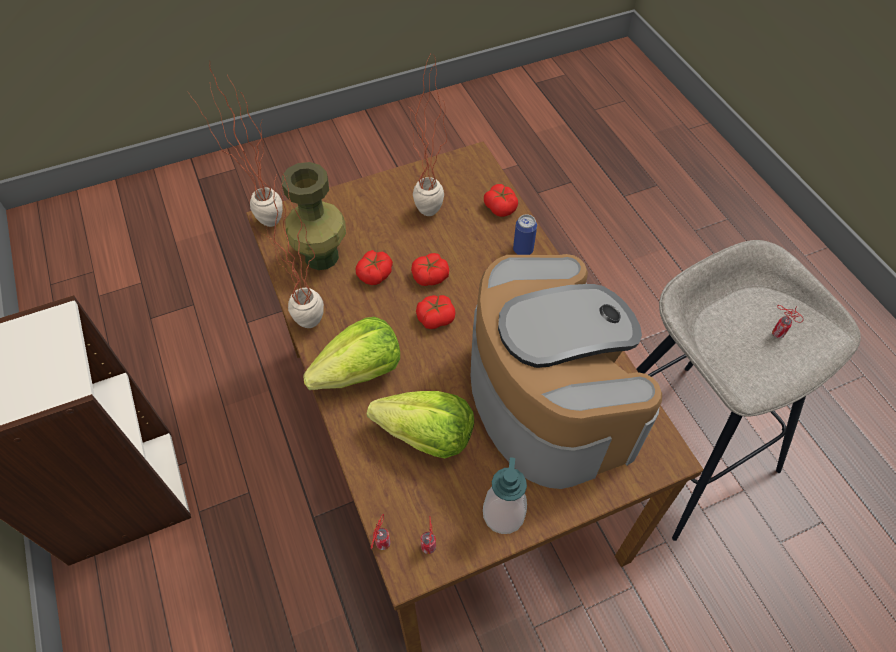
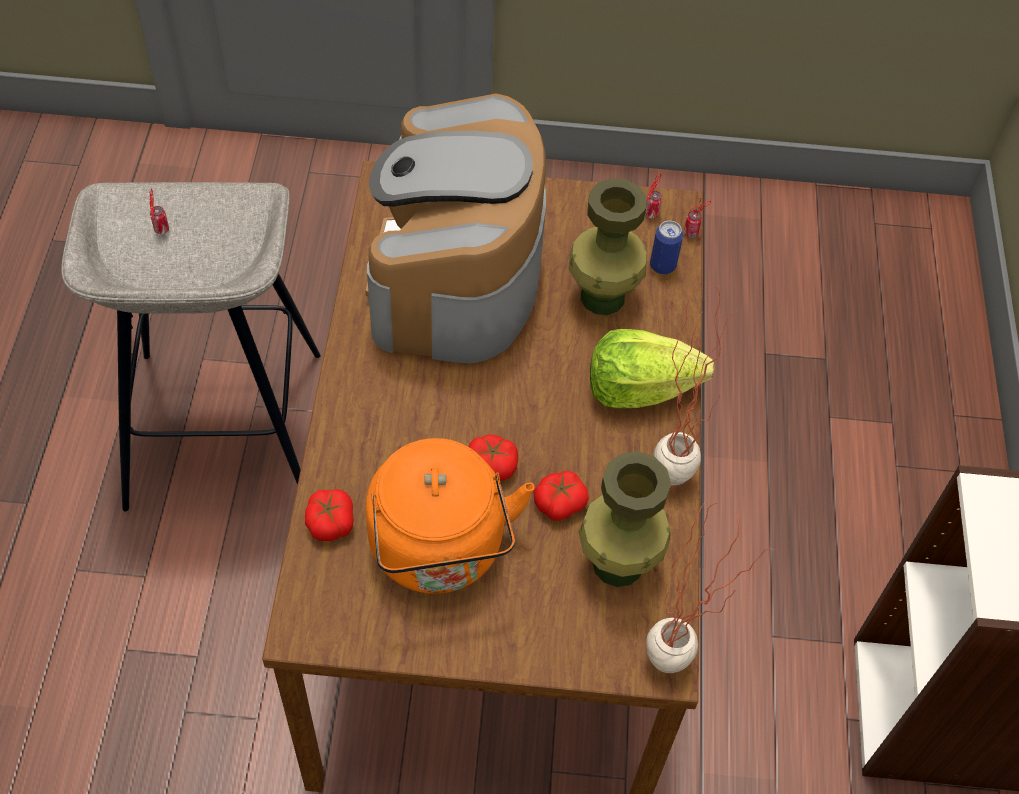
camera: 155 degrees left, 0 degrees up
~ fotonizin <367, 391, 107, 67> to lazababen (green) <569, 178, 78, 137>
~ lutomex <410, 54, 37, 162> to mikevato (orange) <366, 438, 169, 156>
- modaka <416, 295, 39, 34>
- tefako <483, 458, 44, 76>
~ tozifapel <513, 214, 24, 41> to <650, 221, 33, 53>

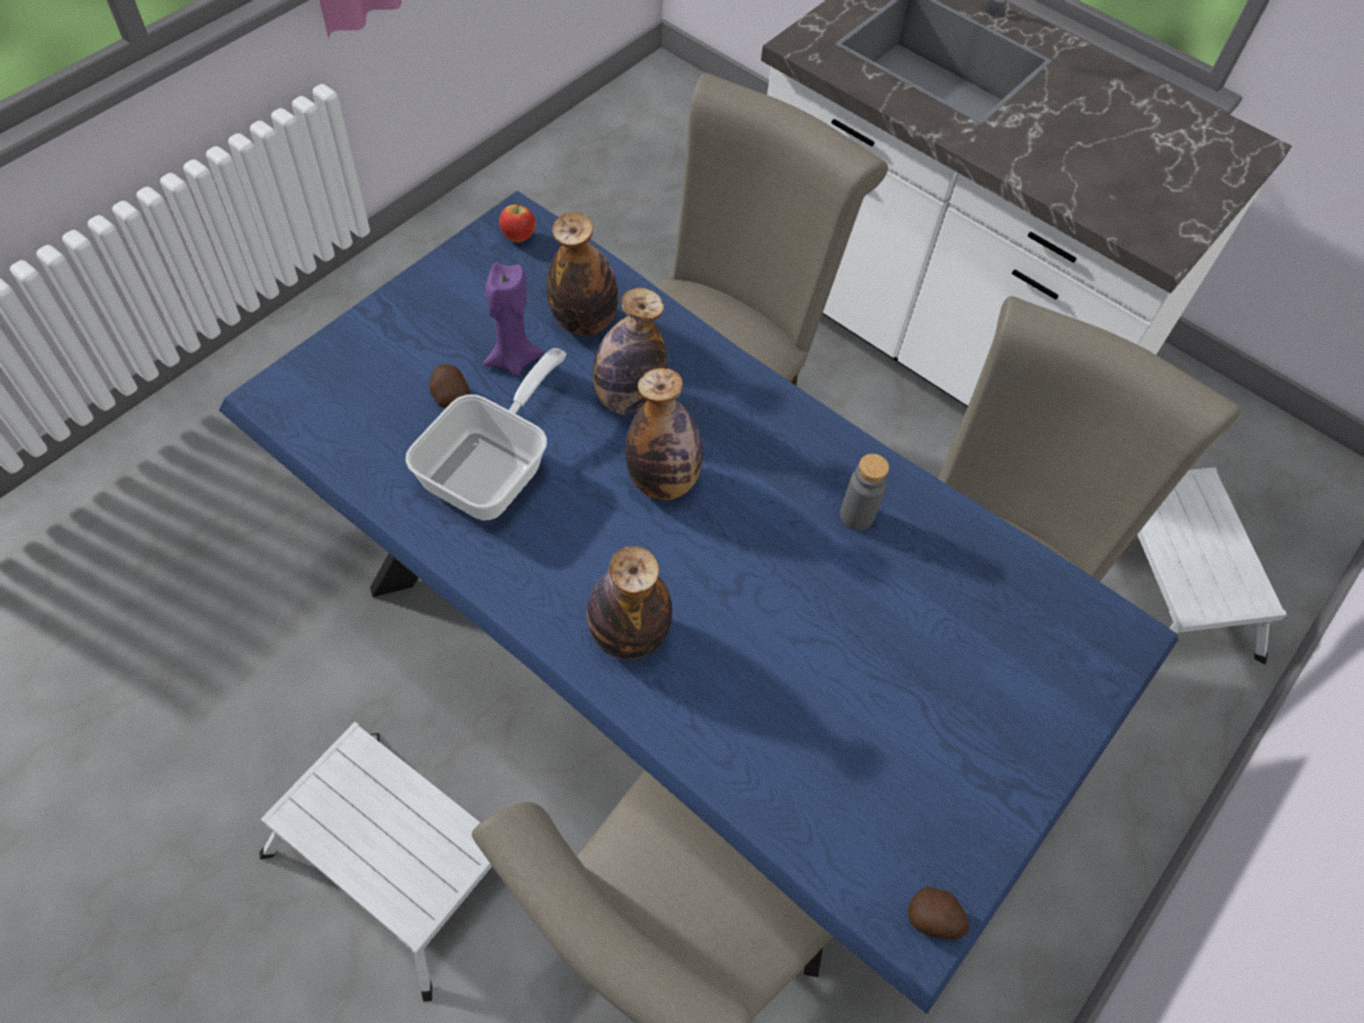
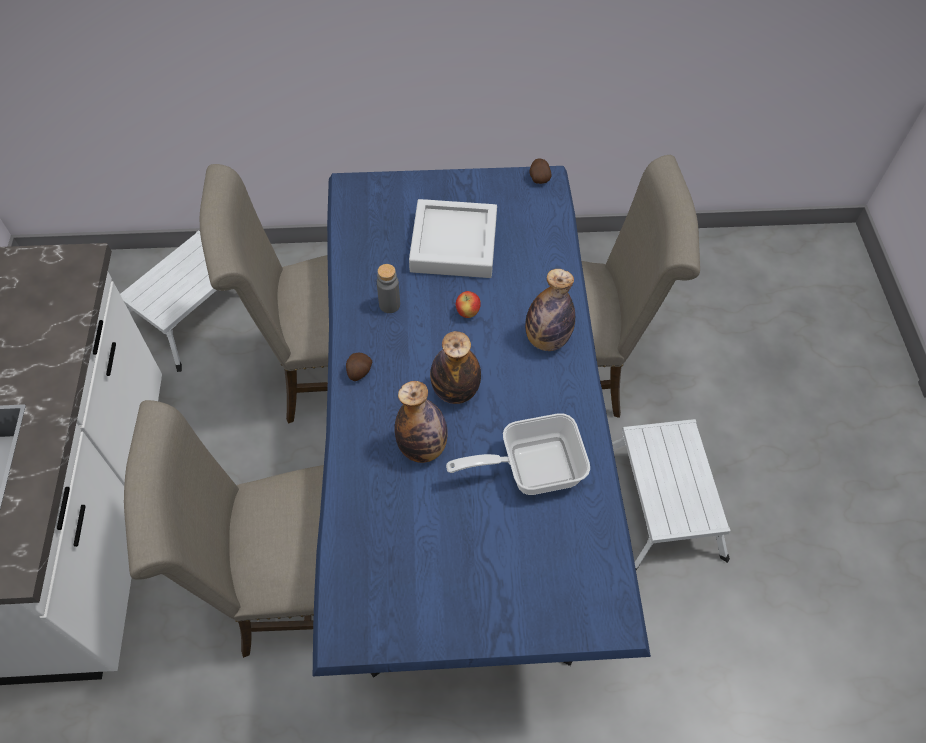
camera: 130 degrees left, 0 degrees up
~ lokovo <430, 364, 40, 44> to <346, 352, 26, 29>
- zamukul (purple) <483, 263, 61, 113>
~ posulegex <499, 203, 37, 39> to <456, 291, 25, 27>
- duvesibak <547, 212, 71, 124>
+ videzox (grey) <409, 199, 88, 79>

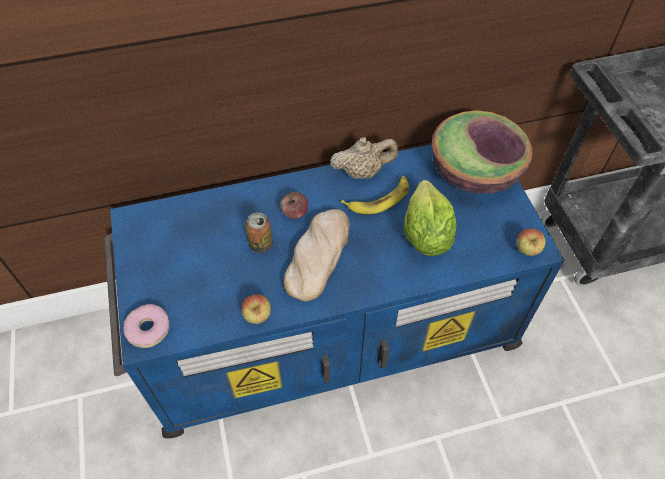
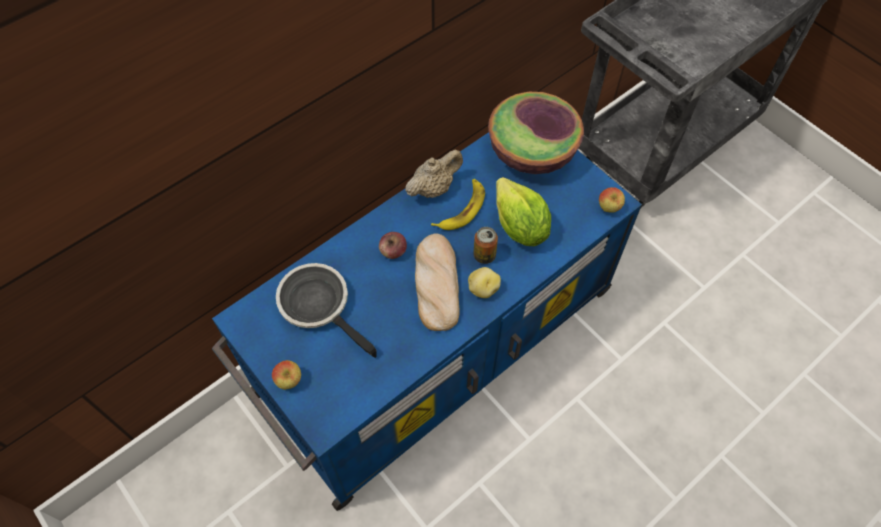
camera: 25 degrees left, 5 degrees up
- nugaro <123, 304, 47, 44>
~ posulegex <241, 294, 30, 30> to <272, 360, 29, 30>
~ tozifapel <245, 212, 28, 41> to <473, 227, 25, 37>
+ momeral <276, 263, 100, 95>
+ lokovo <468, 267, 33, 31>

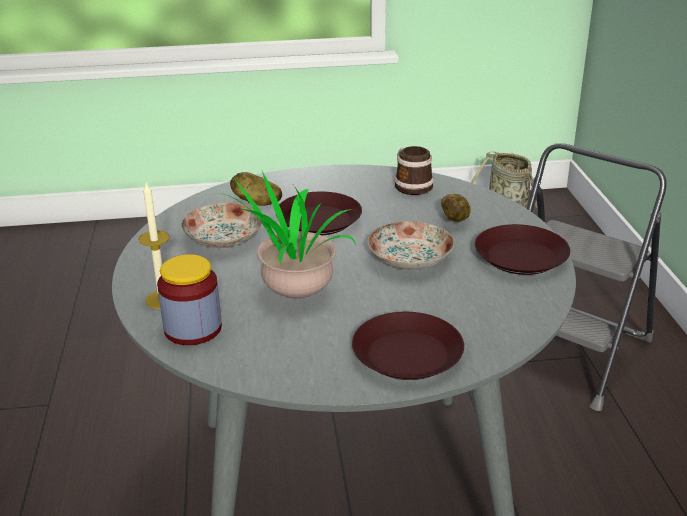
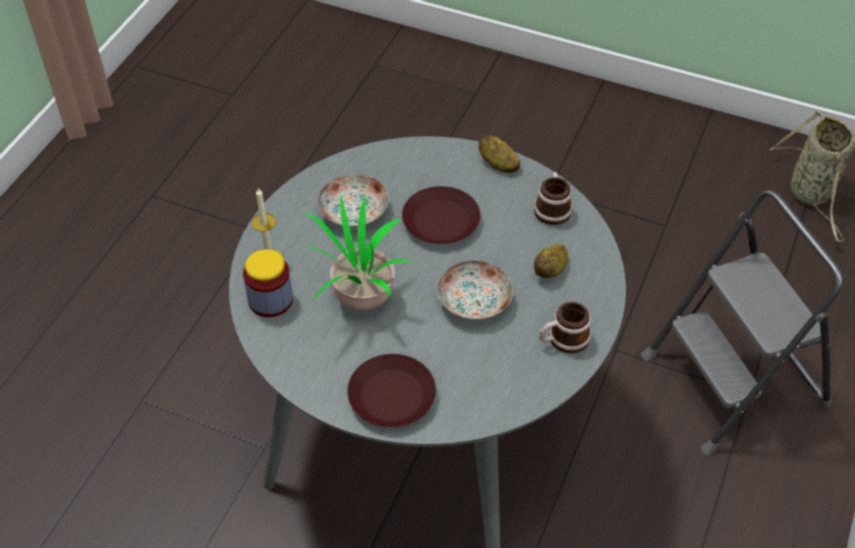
camera: 30 degrees right, 20 degrees up
~ lokovo <230, 172, 52, 34> to <479, 135, 41, 37>
~ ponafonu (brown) <475, 224, 95, 51> to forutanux <539, 302, 52, 52>

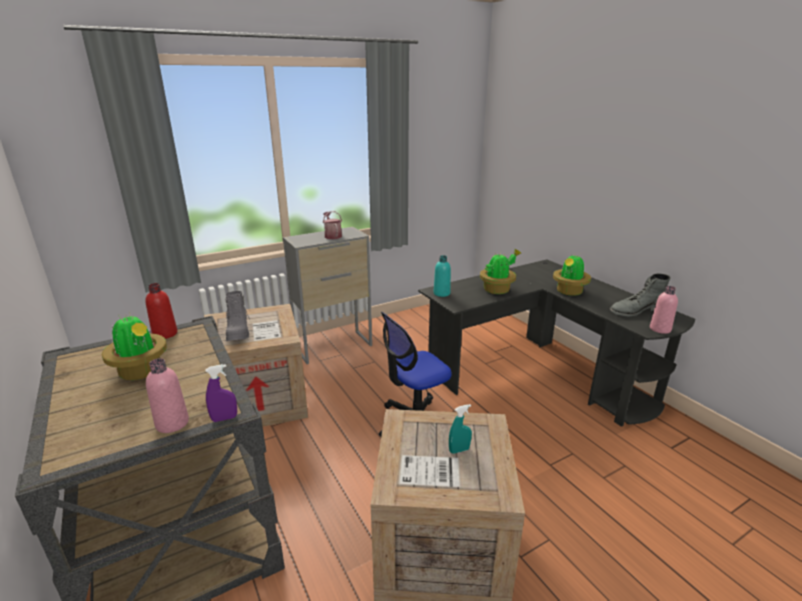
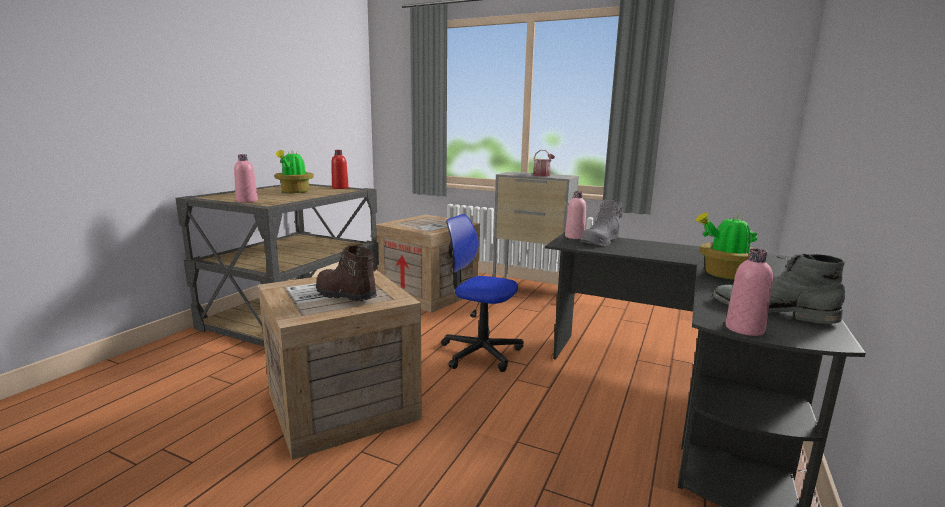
camera: 55 degrees right, 10 degrees down
- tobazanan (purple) <206, 364, 31, 58>
~ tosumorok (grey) <226, 291, 24, 50> to <581, 200, 43, 46>
~ duvesibak (turquoise) <433, 255, 18, 42> to duvesibak (pink) <565, 191, 21, 48>
~ tobazanan (turquoise) <449, 404, 23, 50> to tosumorok (brown) <316, 246, 61, 55>
- lutomex <480, 249, 42, 45>

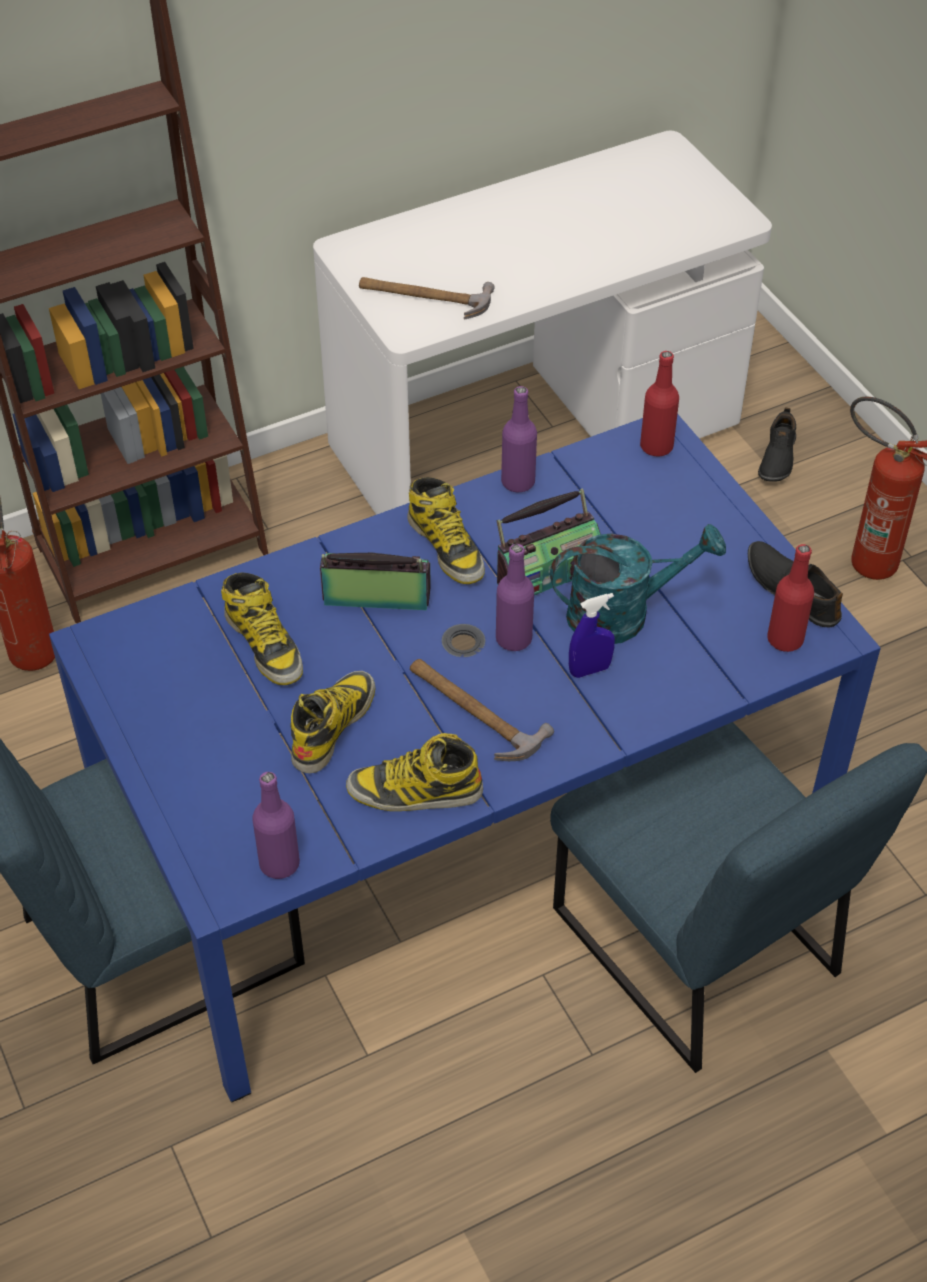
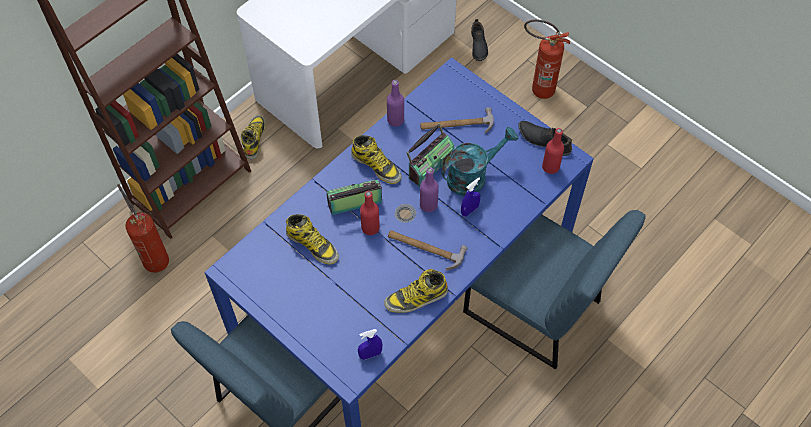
camera: 20 degrees left, 10 degrees up
~ duvesibak (purple) <252, 772, 48, 107> to tobazanan (blue) <358, 329, 25, 31>
~ tosumorok <290, 671, 85, 102> to <241, 115, 25, 44>
~ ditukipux <359, 277, 136, 42> to <420, 107, 74, 27>
~ duvesibak (red) <640, 351, 39, 106> to <360, 191, 20, 44>

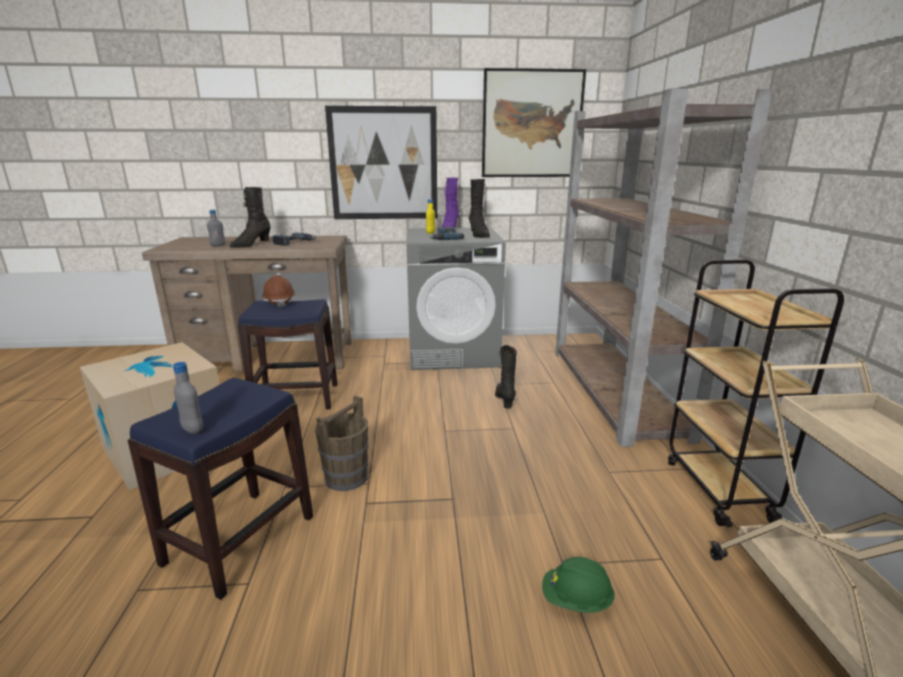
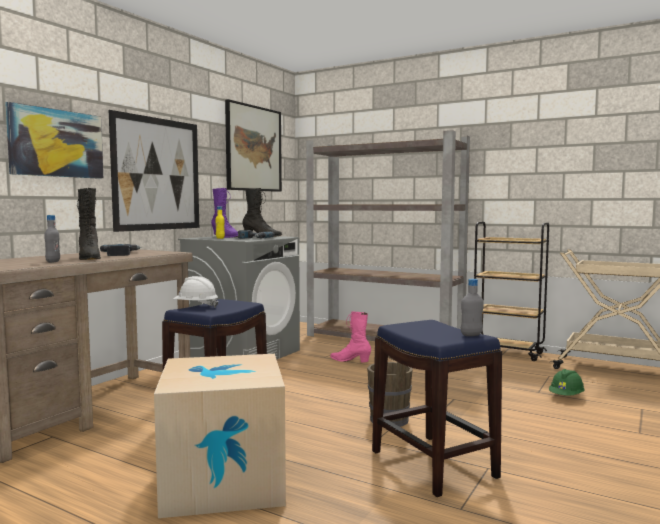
camera: 55 degrees left, 15 degrees down
~ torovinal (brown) <262, 275, 33, 33> to torovinal (white) <173, 276, 46, 31>
~ tosumorok (black) <495, 345, 22, 63> to tosumorok (pink) <330, 311, 41, 51>
+ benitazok <5, 102, 98, 77>

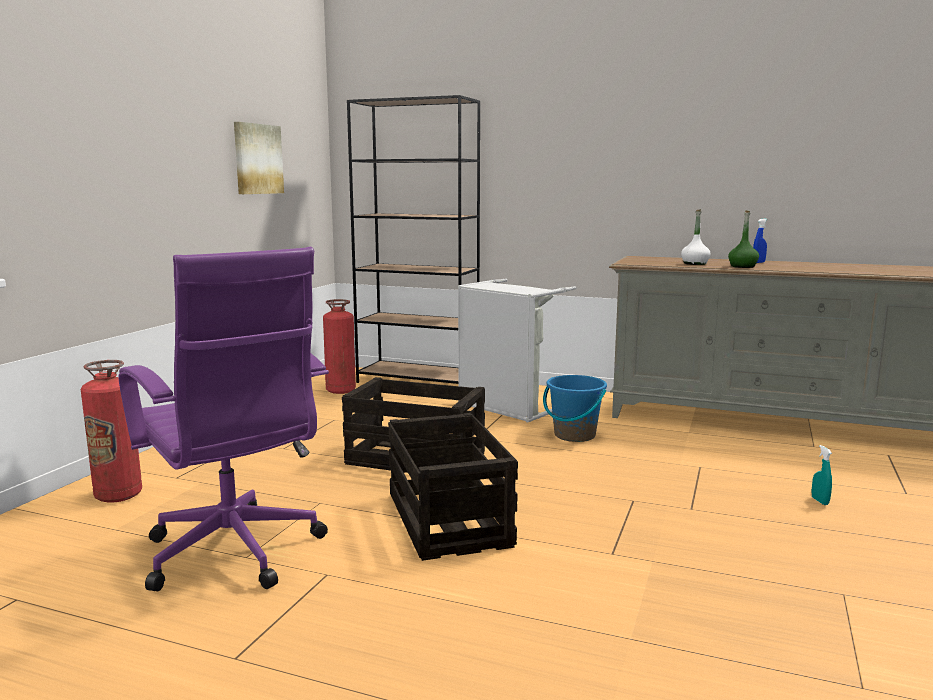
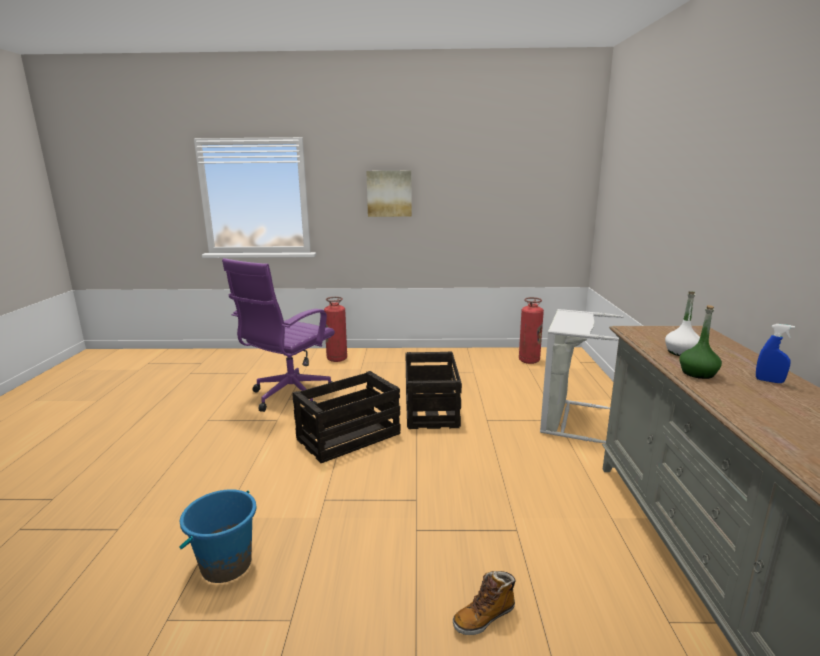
camera: 70 degrees right, 5 degrees up
~ benitazok <234, 122, 50, 72> to <366, 171, 46, 46>
- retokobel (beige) <347, 95, 133, 289>
~ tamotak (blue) <543, 375, 64, 67> to <179, 489, 77, 94>
~ tobazanan (turquoise) <811, 445, 21, 60> to tosumorok <453, 571, 63, 64>

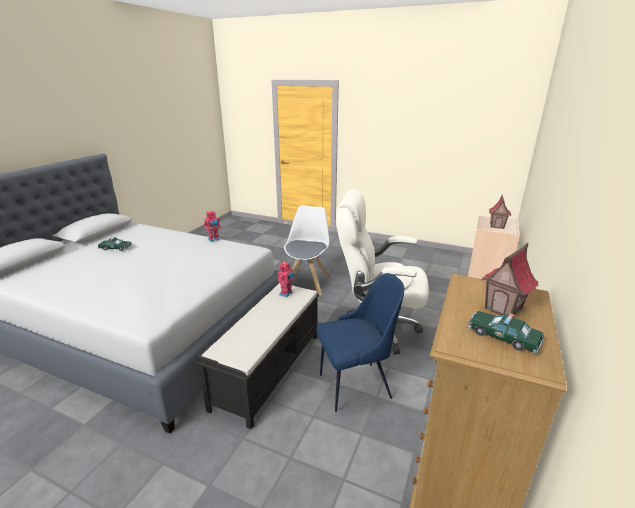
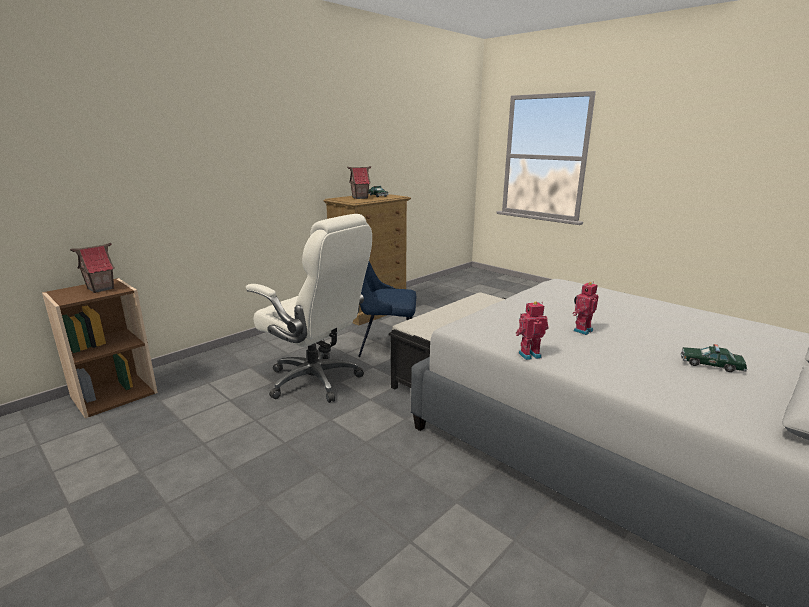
camera: 160 degrees left, 5 degrees down
~ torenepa <278, 262, 16, 35> to <573, 282, 26, 53>
- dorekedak <284, 205, 46, 91>

